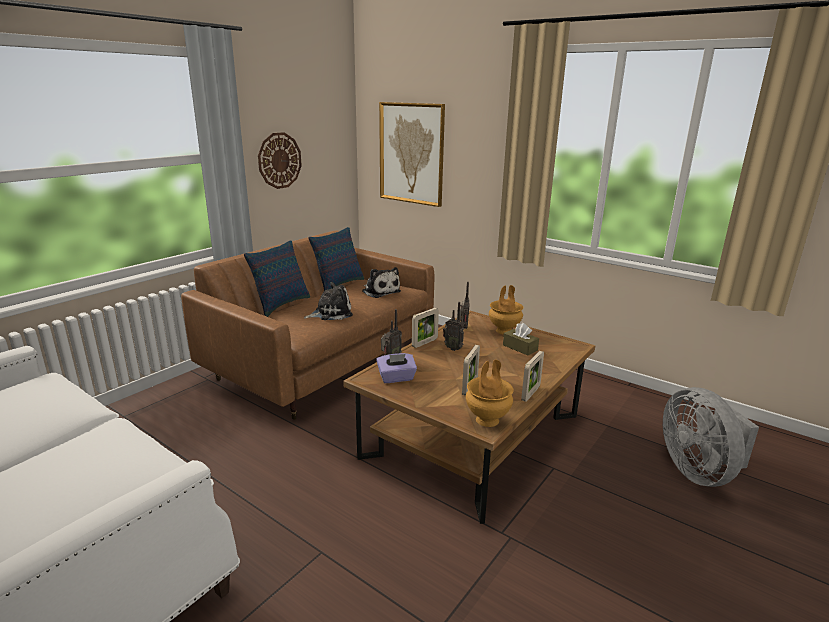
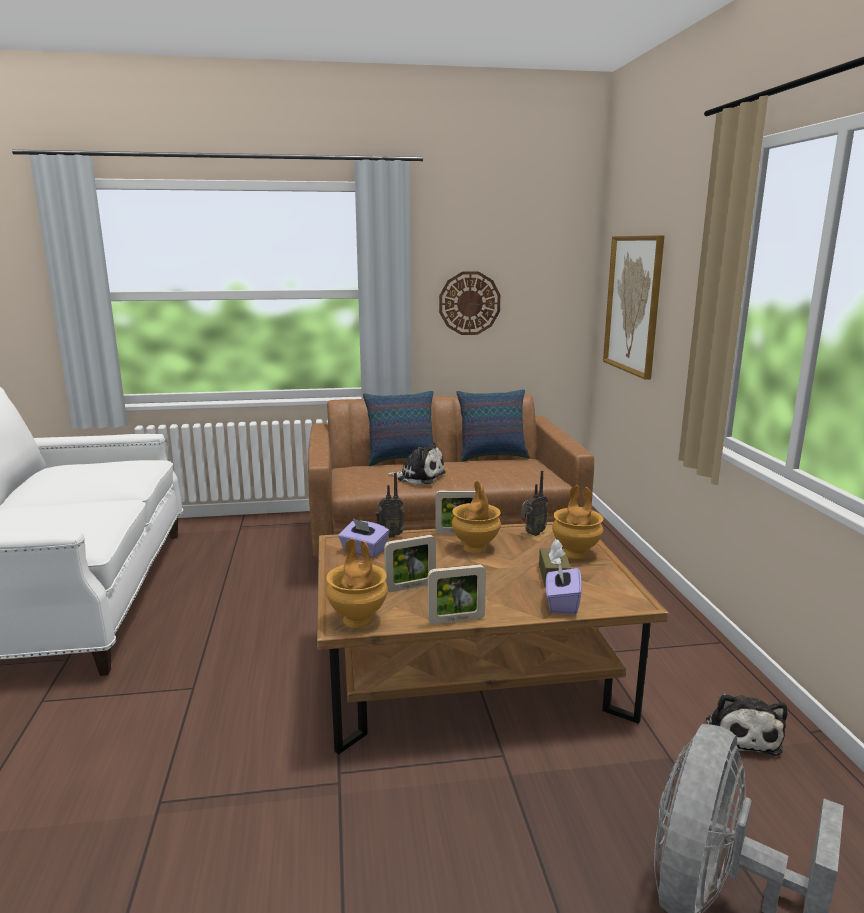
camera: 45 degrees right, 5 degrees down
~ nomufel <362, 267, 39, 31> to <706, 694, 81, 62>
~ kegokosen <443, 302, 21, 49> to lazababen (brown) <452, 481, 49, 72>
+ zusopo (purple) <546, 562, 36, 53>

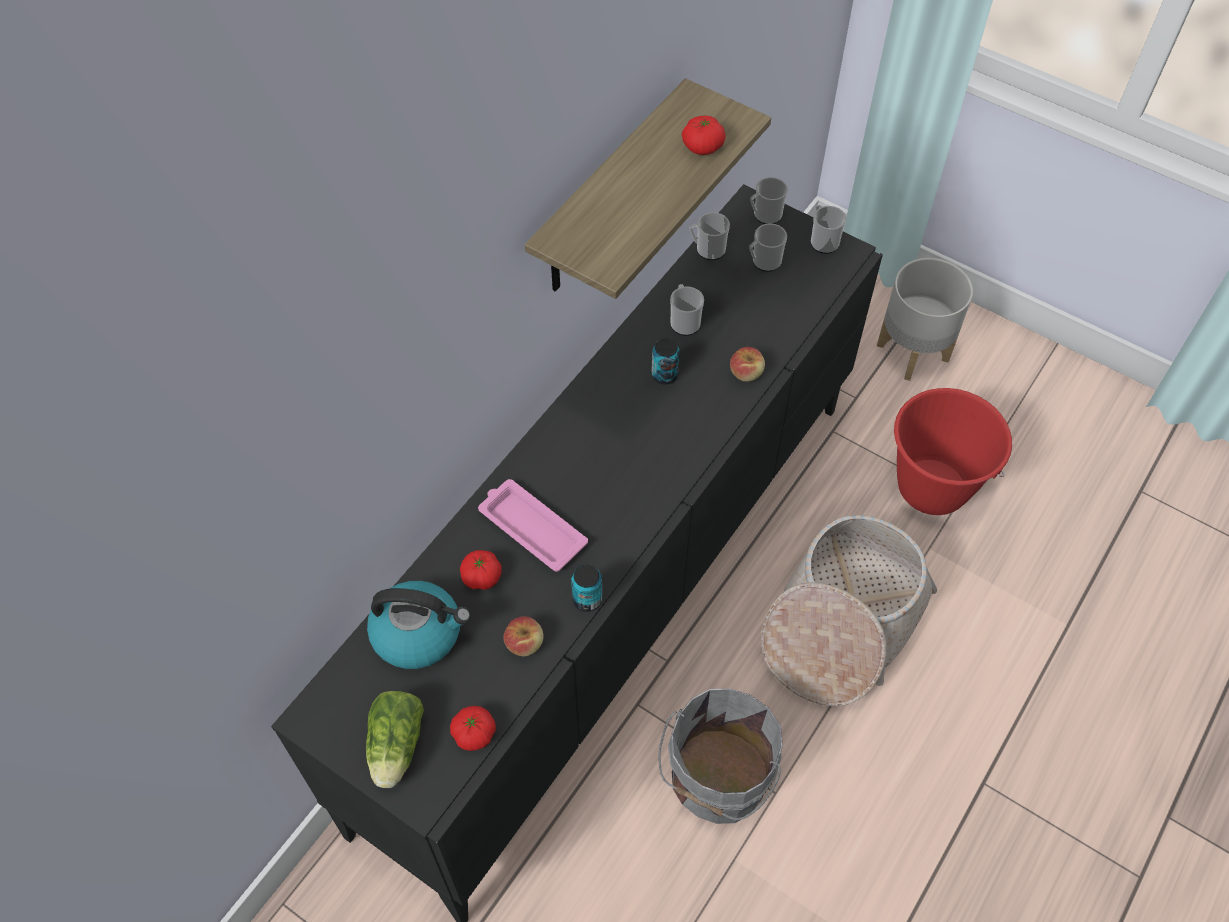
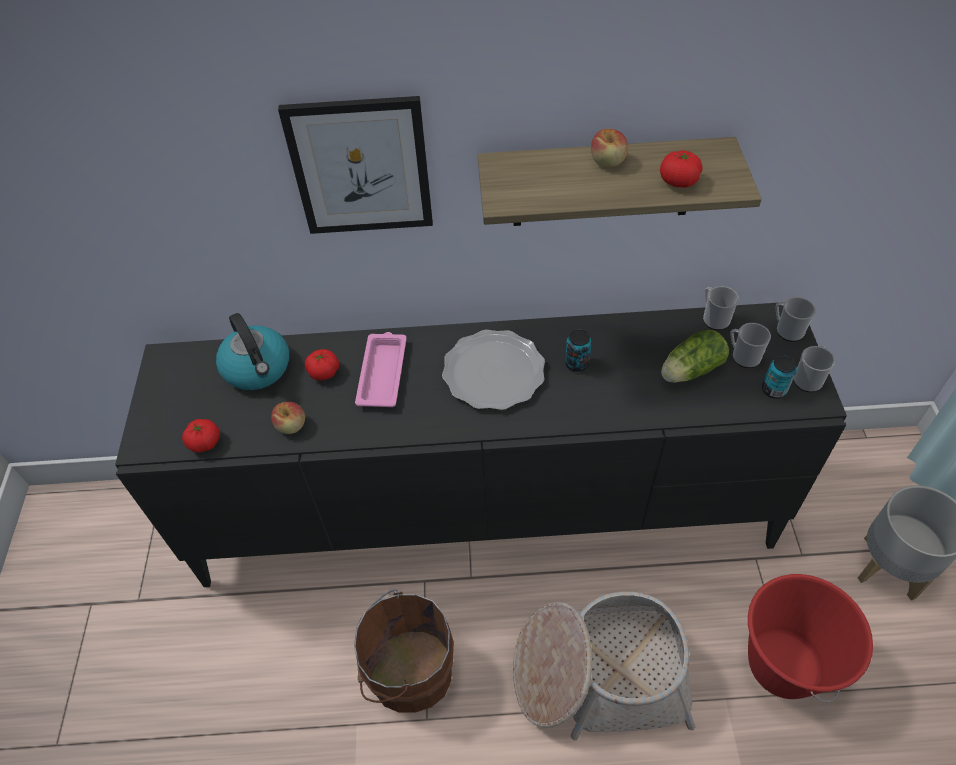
camera: 55 degrees right, 5 degrees down
~ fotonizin <366, 691, 58, 97> to <661, 330, 68, 53>
~ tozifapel <571, 564, 31, 48> to <762, 355, 35, 44>
~ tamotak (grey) <658, 689, 125, 135> to tamotak (brown) <354, 589, 100, 124>
- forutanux <670, 284, 34, 52>
~ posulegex <730, 347, 35, 35> to <591, 129, 37, 38>
+ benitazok <278, 96, 155, 138>
+ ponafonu <442, 330, 103, 80>

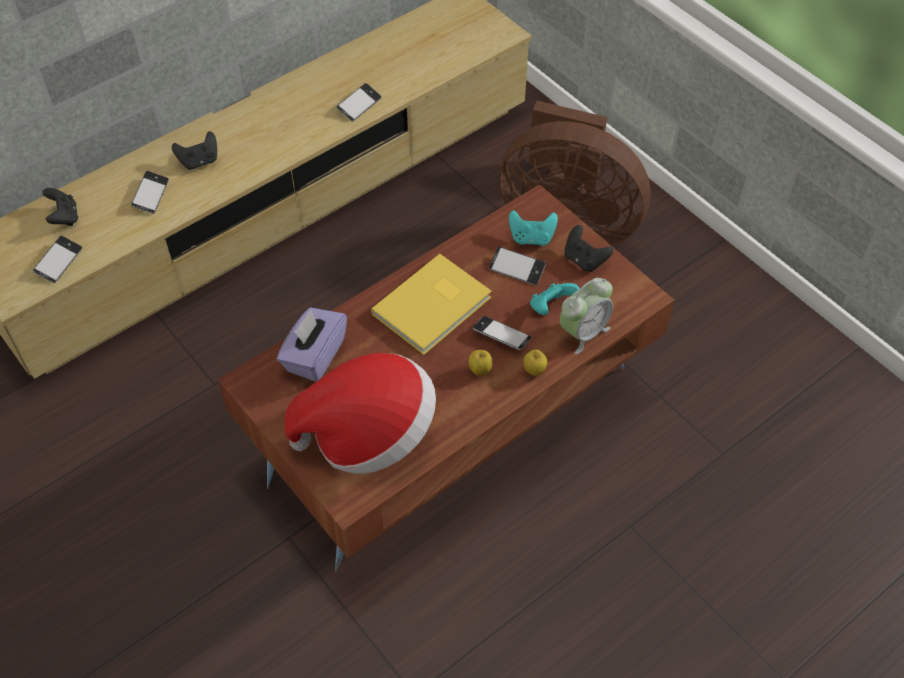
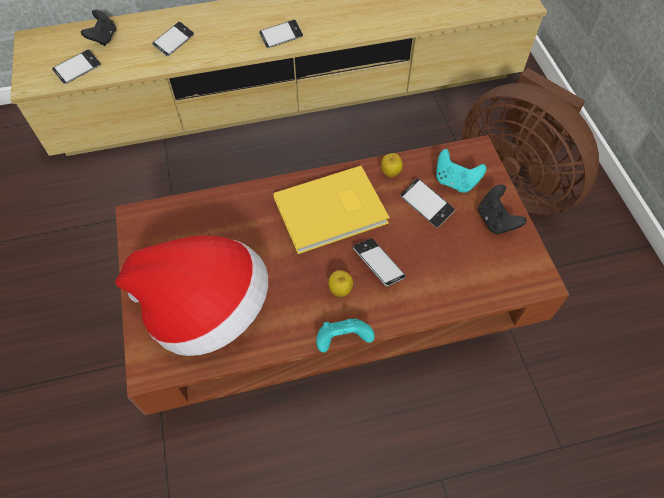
camera: 25 degrees right, 5 degrees up
- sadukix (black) <172, 131, 45, 39>
- zusopo (purple) <277, 307, 70, 75>
~ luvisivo <337, 83, 44, 39> to <259, 20, 44, 28>
~ posulegex <523, 349, 24, 27> to <381, 152, 22, 26>
~ sadukix (turquoise) <530, 283, 50, 32> to <316, 318, 59, 35>
- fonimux <560, 278, 53, 76>

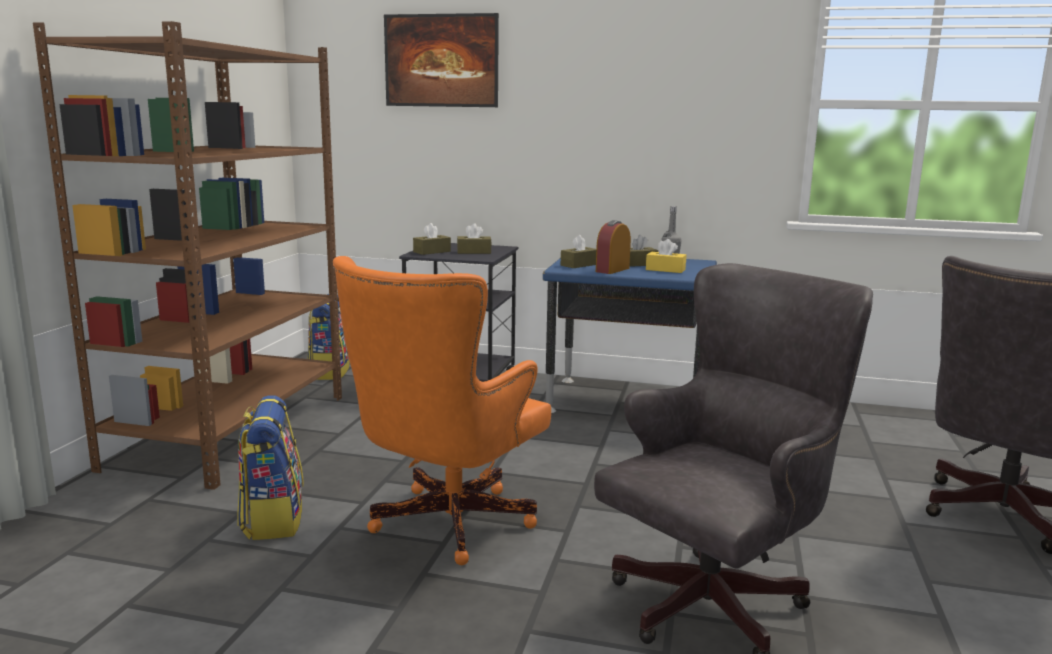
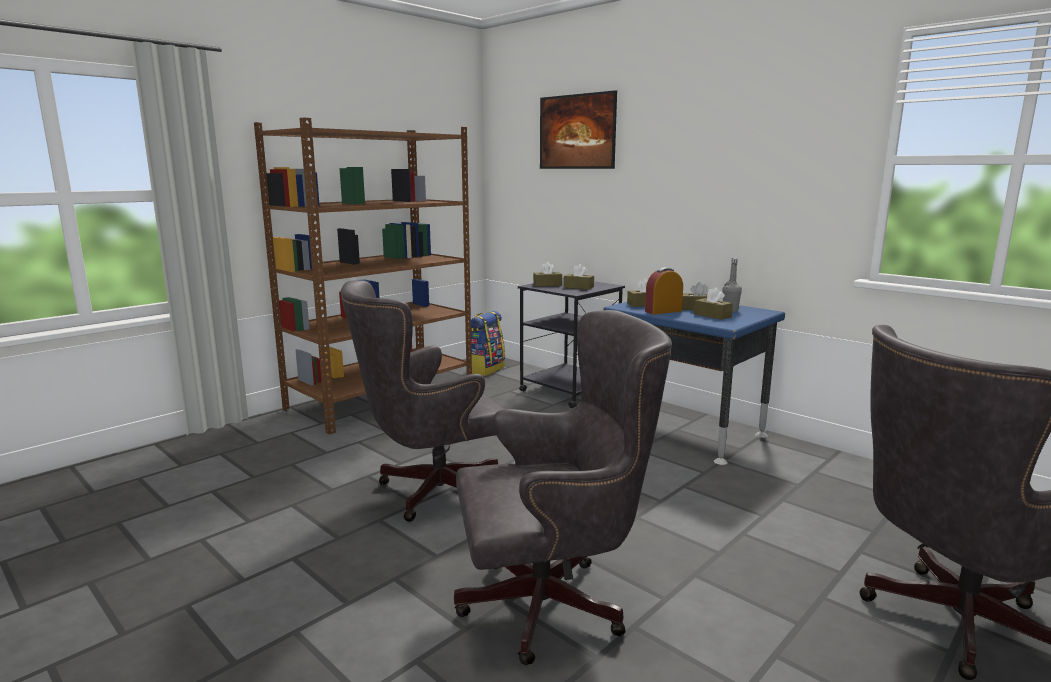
camera: 30 degrees right, 0 degrees up
- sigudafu <237, 395, 67, 145>
~ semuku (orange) <333, 256, 218, 309> to semuku (grey) <341, 280, 164, 242>
~ zusopo (yellow) <646, 239, 40, 34> to zusopo (brown) <694, 287, 39, 33>

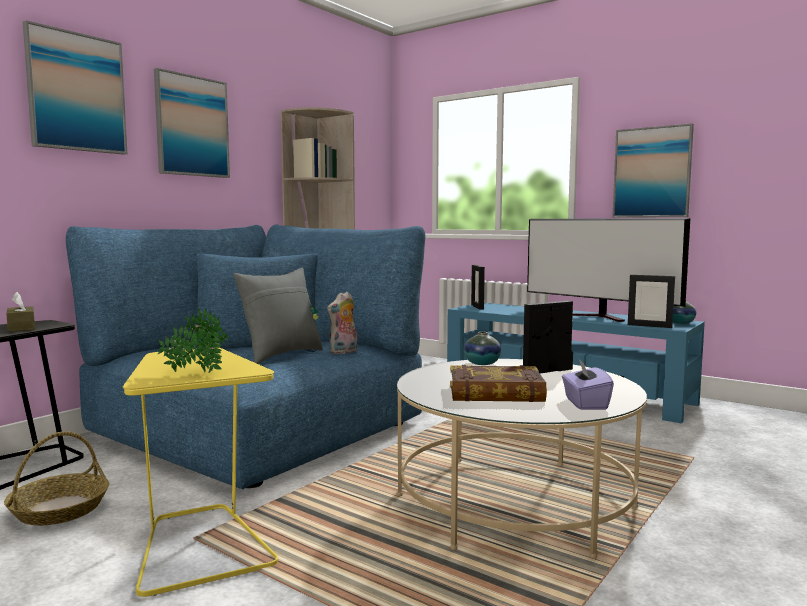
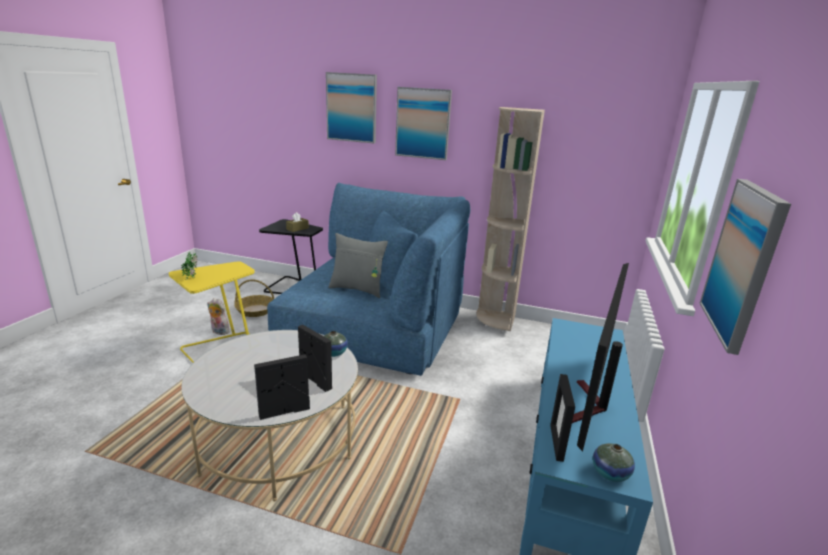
camera: 70 degrees right, 15 degrees up
~ nomufel <327, 292, 31, 62> to <207, 298, 22, 37>
- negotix <450, 365, 97, 37>
~ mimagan <471, 265, 14, 45> to <254, 354, 56, 66>
- zusopo (purple) <562, 359, 52, 51>

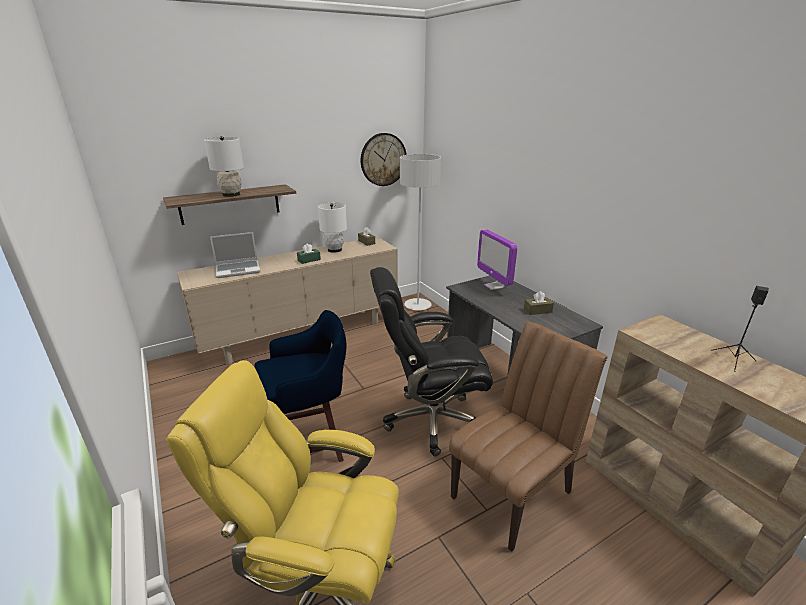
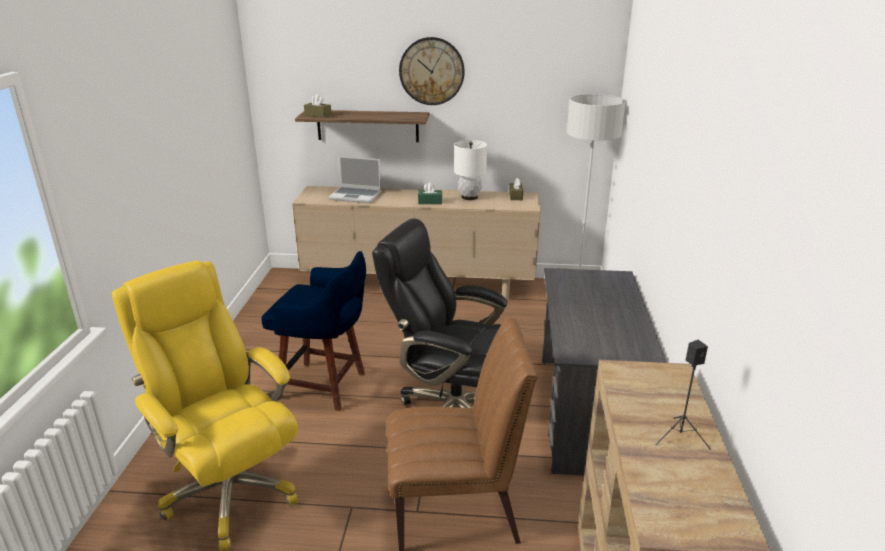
camera: 35 degrees right, 0 degrees up
- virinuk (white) <204, 136, 40, 61>
~ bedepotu <360, 133, 47, 53> to <399, 37, 66, 68>
- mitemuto <477, 229, 40, 61>
~ zusopo (brown) <524, 291, 30, 24> to <304, 94, 28, 24>

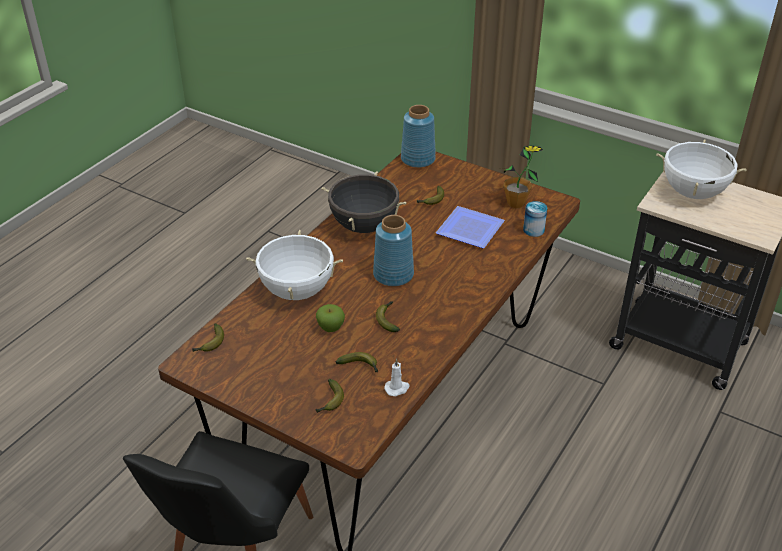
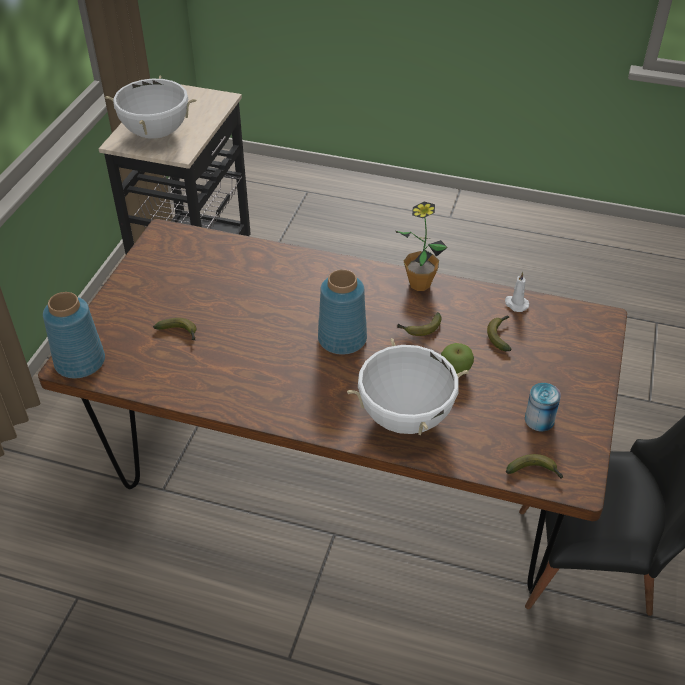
camera: 105 degrees left, 5 degrees up
- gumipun <316, 379, 28, 34>
- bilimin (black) <322, 171, 85, 62>
- ponafonu <436, 206, 69, 42>
~ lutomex <501, 145, 42, 63> to <396, 201, 52, 90>
~ tozifapel <523, 201, 24, 36> to <525, 383, 36, 49>

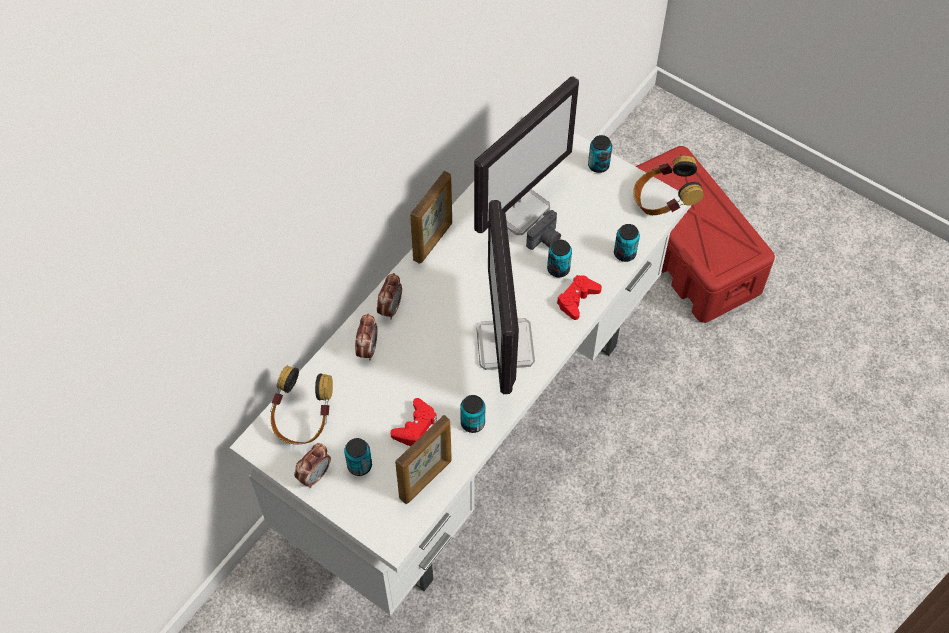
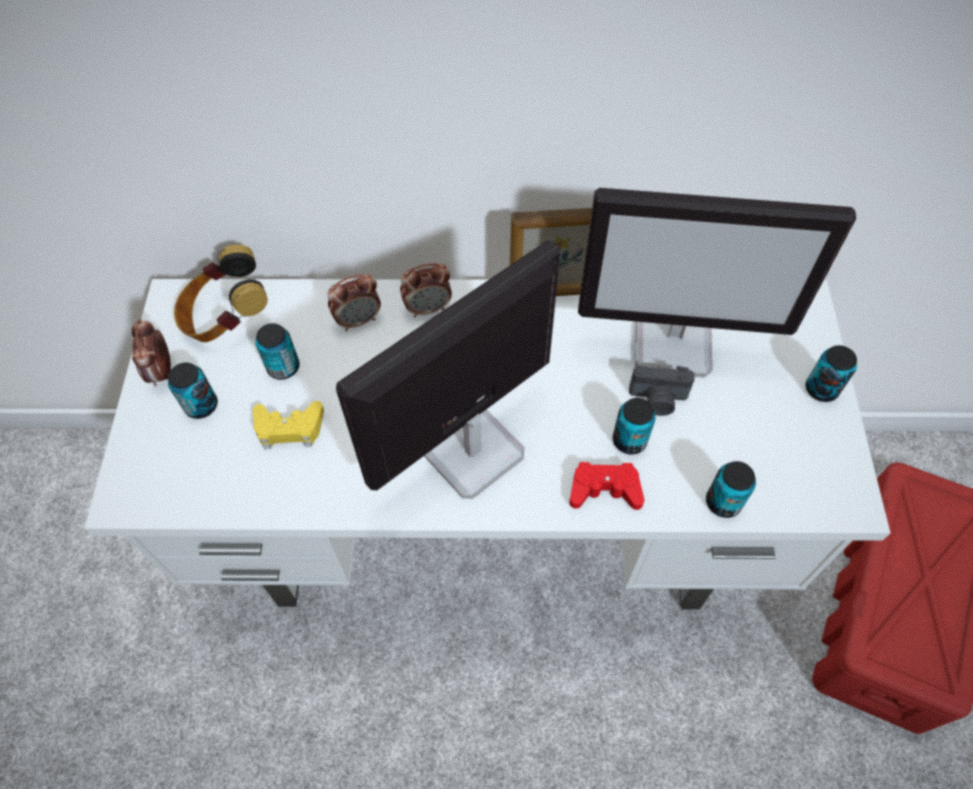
camera: 55 degrees right, 0 degrees up
~ fonimux <294, 443, 37, 45> = <132, 319, 39, 67> 75 degrees clockwise
~ sadukix (red) <390, 398, 47, 48> to sadukix (yellow) <253, 401, 71, 48>
- mimagan <395, 415, 57, 89>
~ tozifapel <460, 395, 25, 38> to <255, 323, 45, 57>
- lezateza <633, 156, 71, 59>

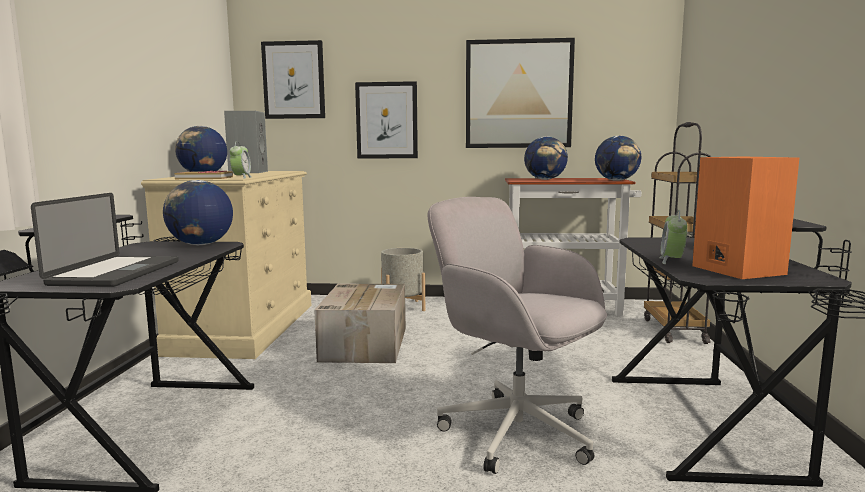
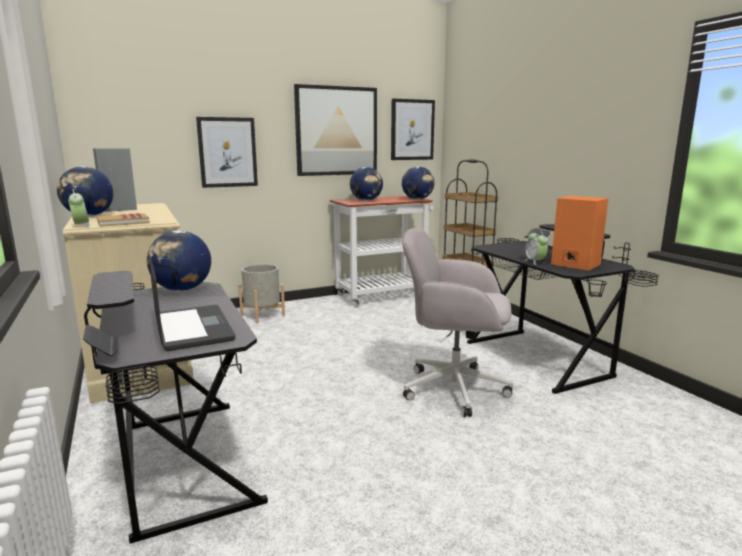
camera: 30 degrees left, 5 degrees up
~ fonimux <229, 142, 22, 37> to <68, 189, 22, 39>
~ benitazok <261, 40, 64, 79> to <391, 99, 44, 61>
- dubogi <314, 284, 92, 79>

